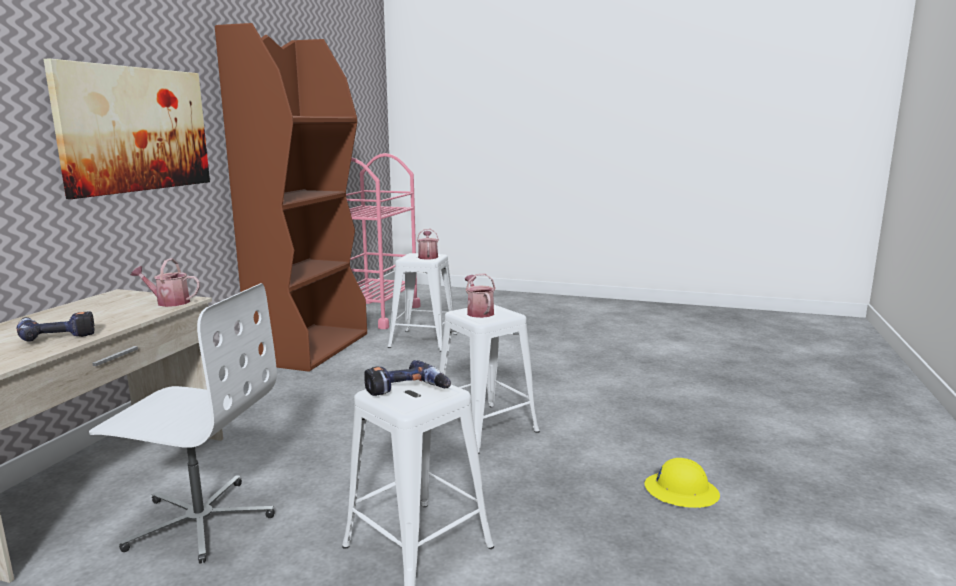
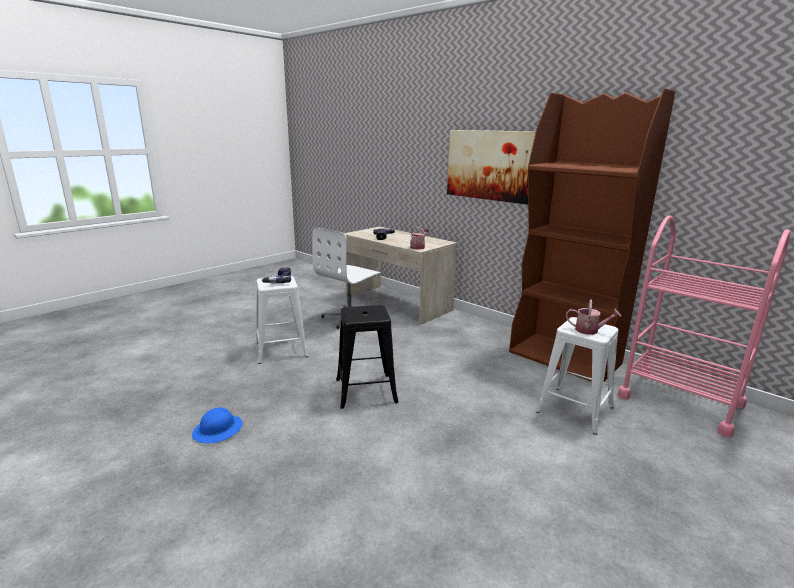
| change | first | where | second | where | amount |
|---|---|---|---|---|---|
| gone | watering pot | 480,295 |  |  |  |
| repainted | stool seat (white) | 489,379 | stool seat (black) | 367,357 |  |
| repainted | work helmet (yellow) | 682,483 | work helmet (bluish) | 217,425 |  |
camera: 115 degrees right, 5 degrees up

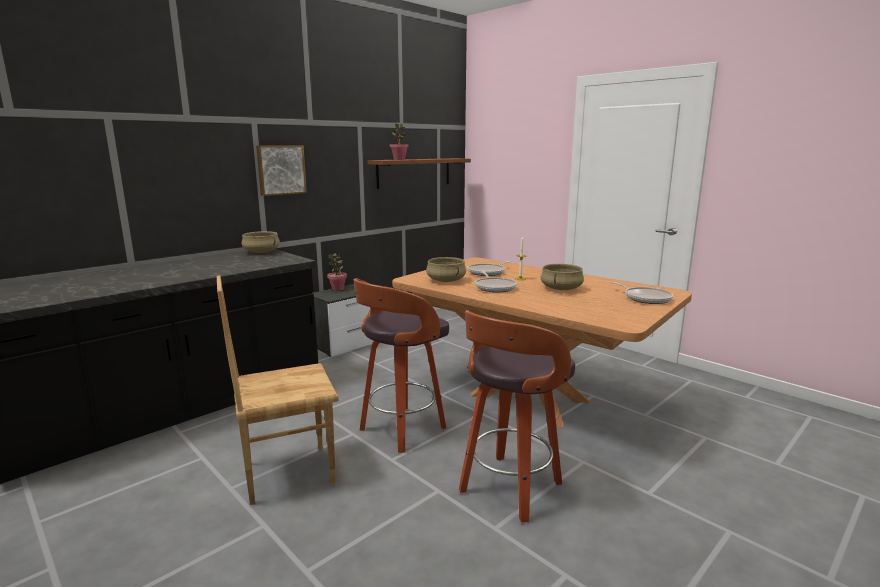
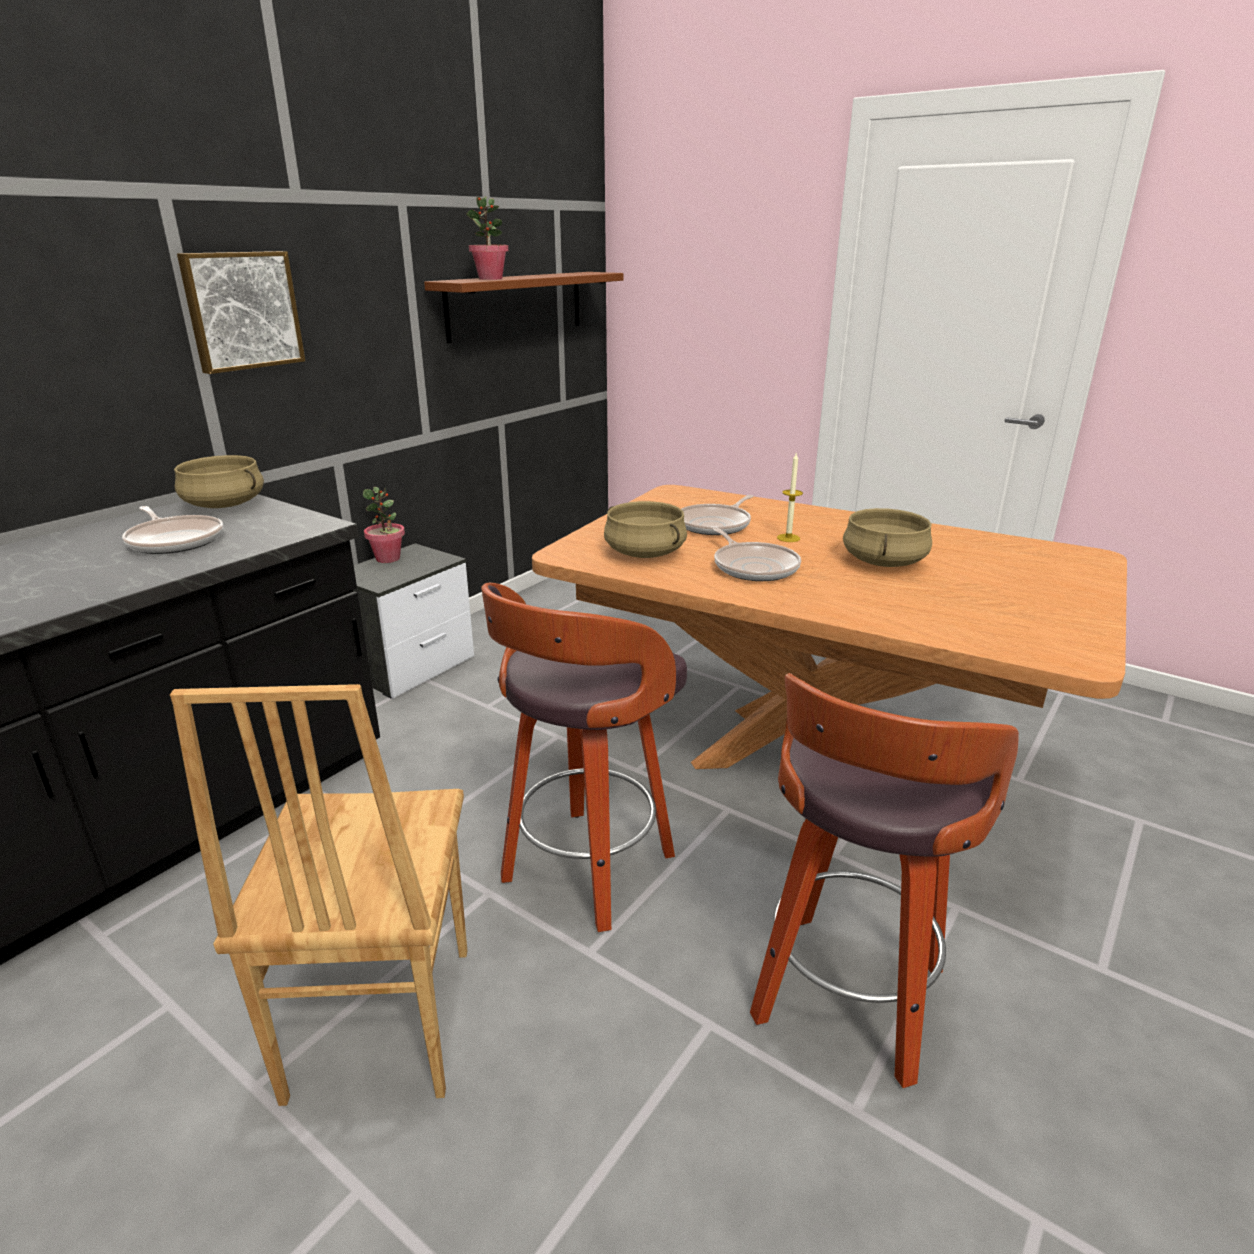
| change | first | where | second | where | amount |
|---|---|---|---|---|---|
| rotated | upright chair (brownish) | 278,390 |  | 318,895 | 60 degrees counterclockwise |
| shifted | skillet | 642,293 |  | 172,530 |  |
camera: 10 degrees left, 10 degrees up

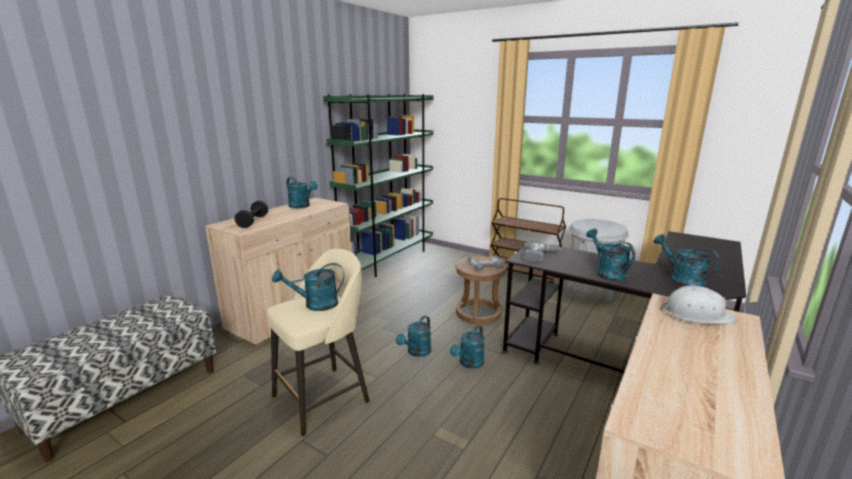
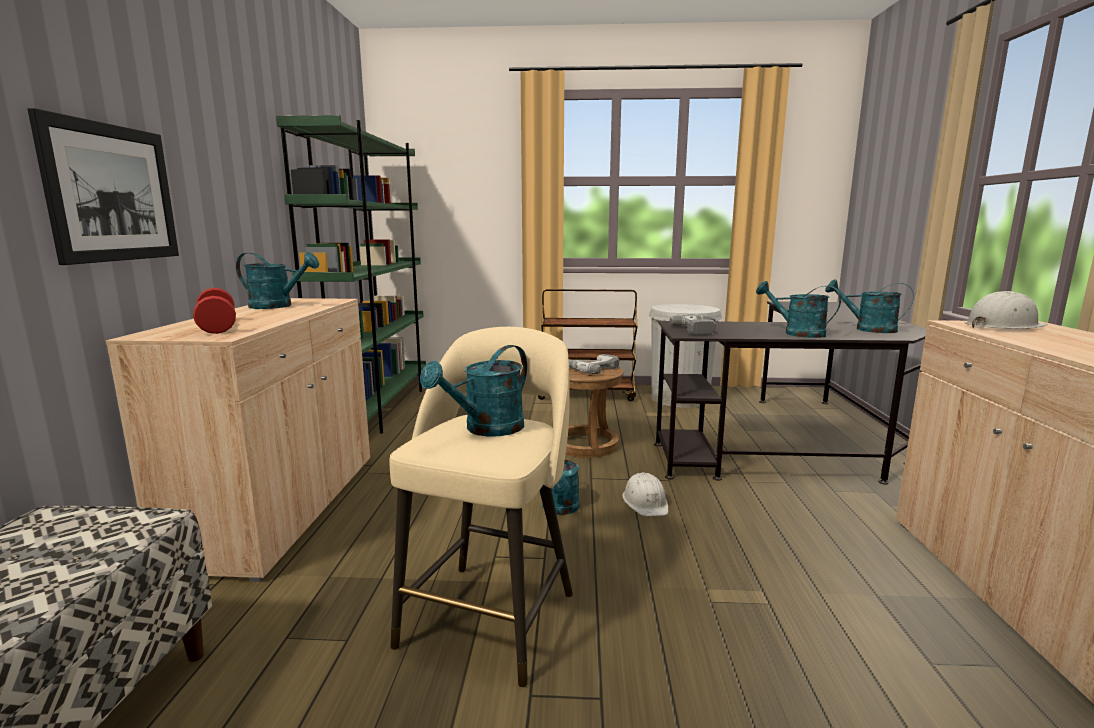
| change | first | where | second | where | amount |
|---|---|---|---|---|---|
| repainted | dumbbell (black) | 251,214 | dumbbell (red) | 214,311 |  |
| swapped | watering pot (turquoise) | 467,347 | work helmet (white) | 645,494 |  |
| new |  |  | wall art | 103,186 |  |
camera: 30 degrees left, 5 degrees down

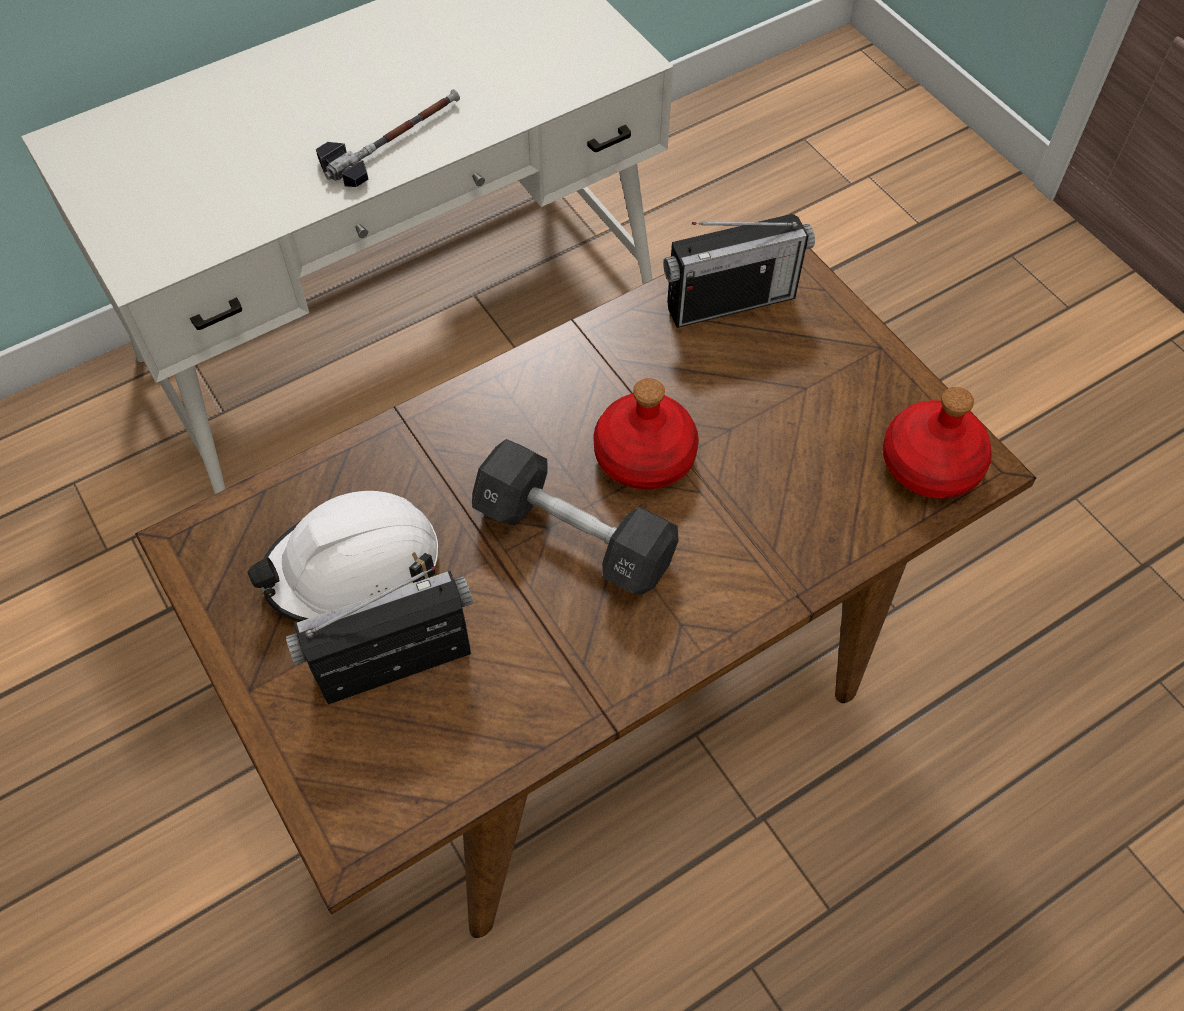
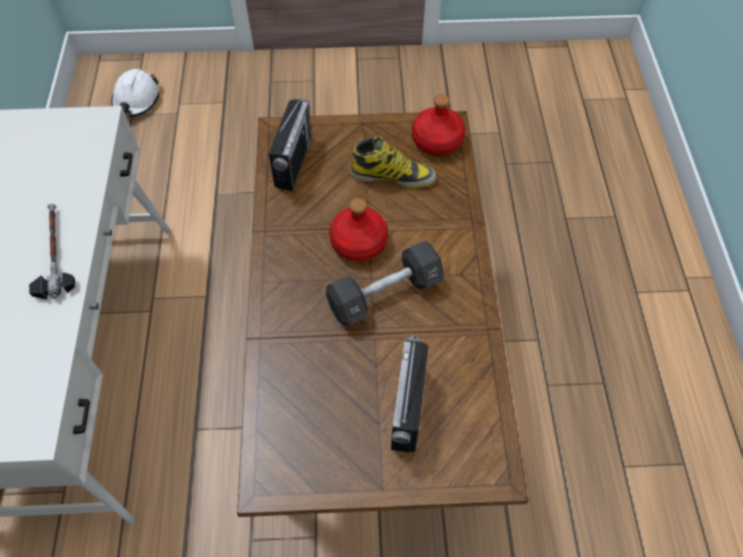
| change | first | where | second | where | amount |
|---|---|---|---|---|---|
| shifted | work helmet (white) | 343,556 |  | 136,93 |  |
| new |  |  | high-top boot | 393,162 |  |
camera: 60 degrees left, 0 degrees up

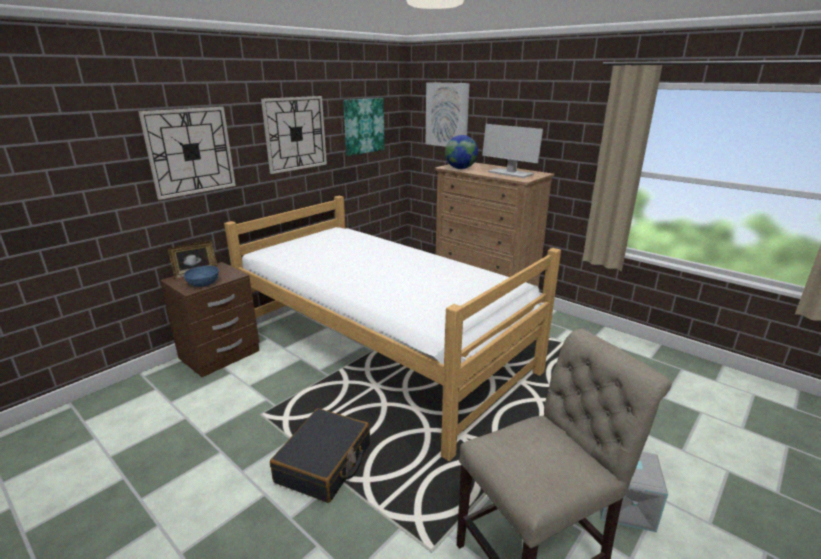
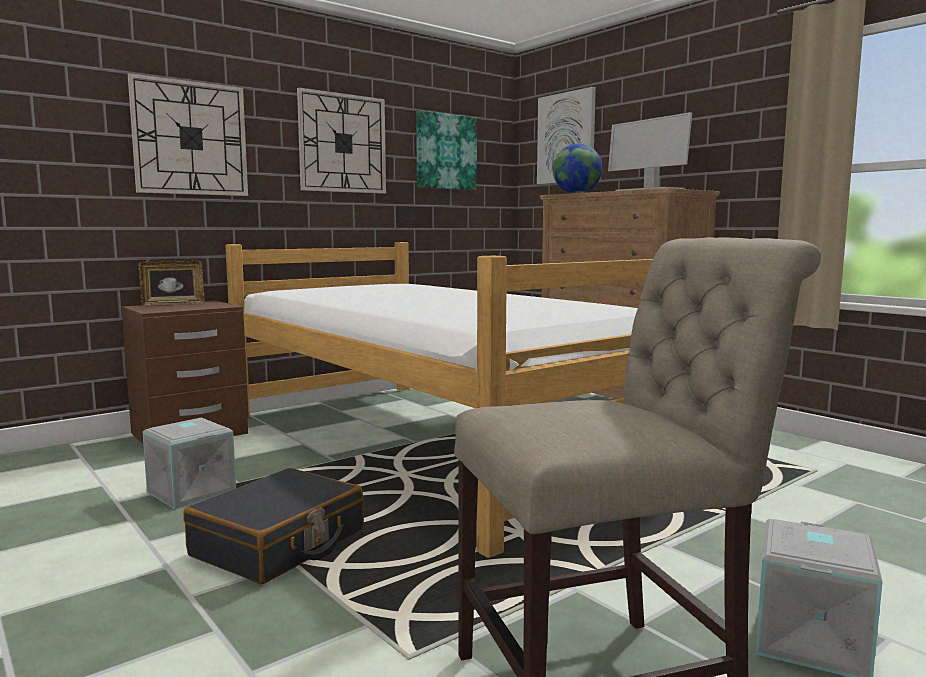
| change | first | where | second | where | amount |
|---|---|---|---|---|---|
| gone | bowl (bluish) | 201,276 |  |  |  |
| new |  |  | storage box (gray) | 189,463 |  |
camera: 10 degrees right, 15 degrees down

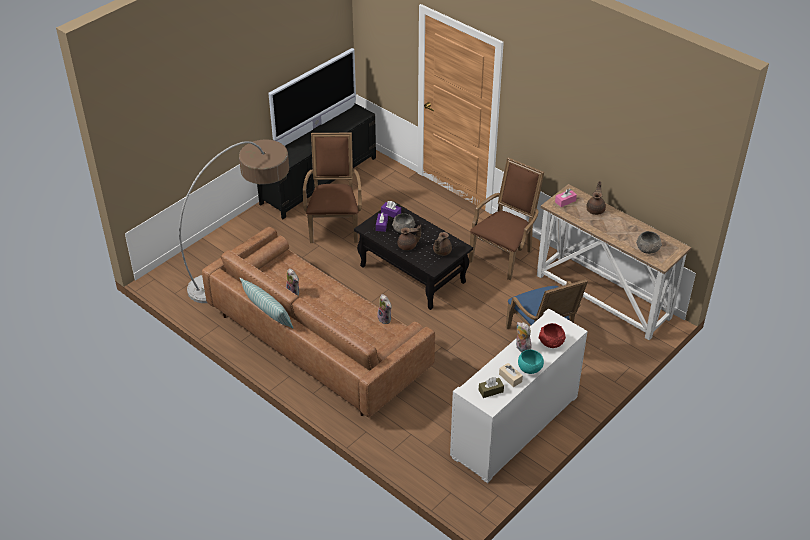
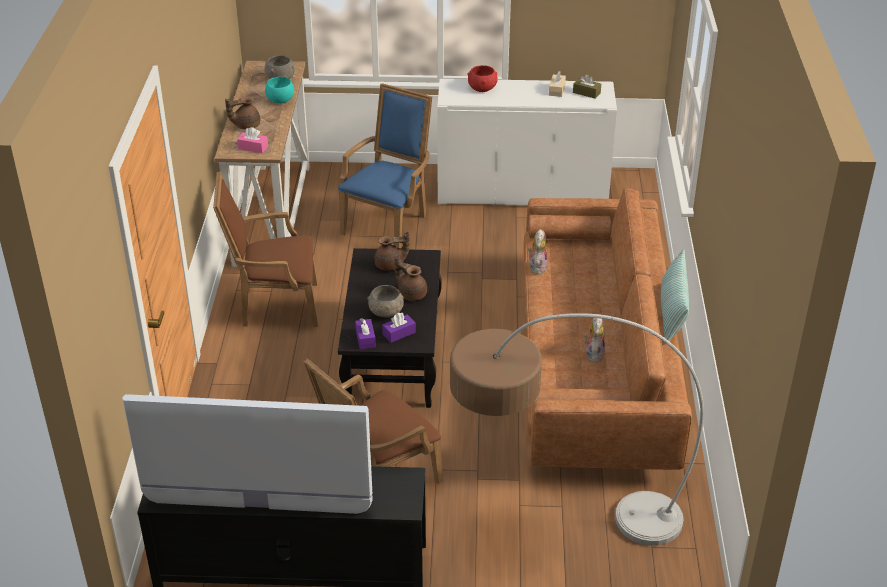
| change | first | where | second | where | amount |
|---|---|---|---|---|---|
| gone | plush toy | 524,337 |  |  |  |
| shifted | bowl (turquoise) | 531,361 |  | 279,90 |  |
camera: 130 degrees left, 5 degrees down

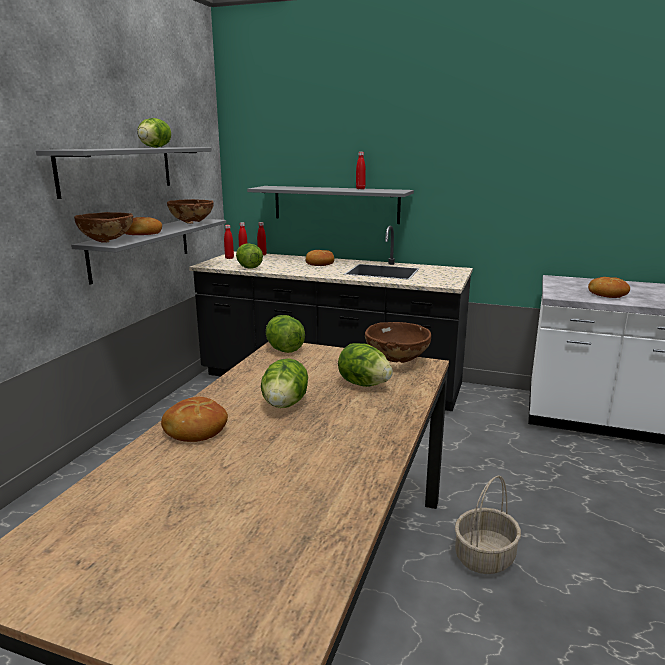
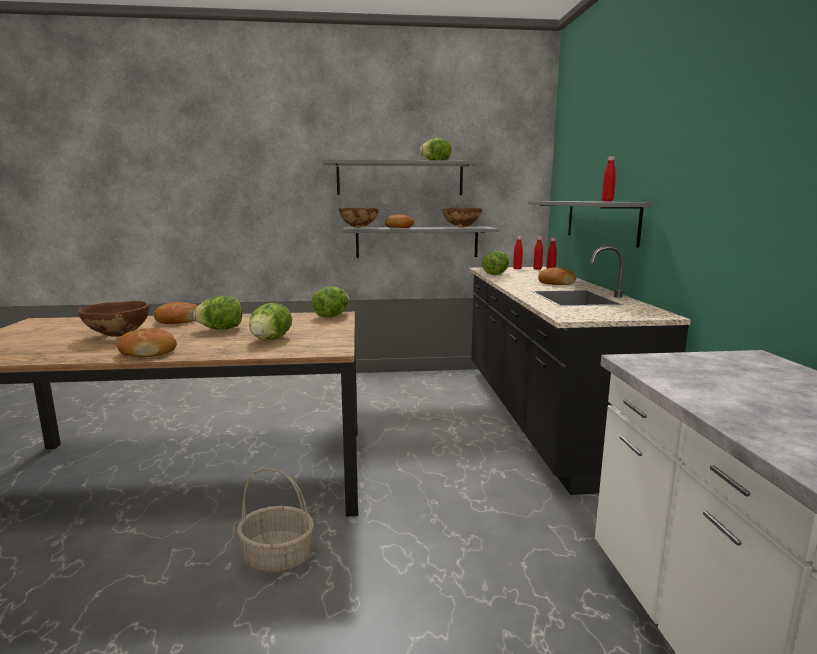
| change | first | where | second | where | amount |
|---|---|---|---|---|---|
| shifted | bakery bread | 609,287 |  | 147,342 |  |
| shifted | bowl (brownish) | 398,342 |  | 113,319 |  |
camera: 65 degrees right, 5 degrees down

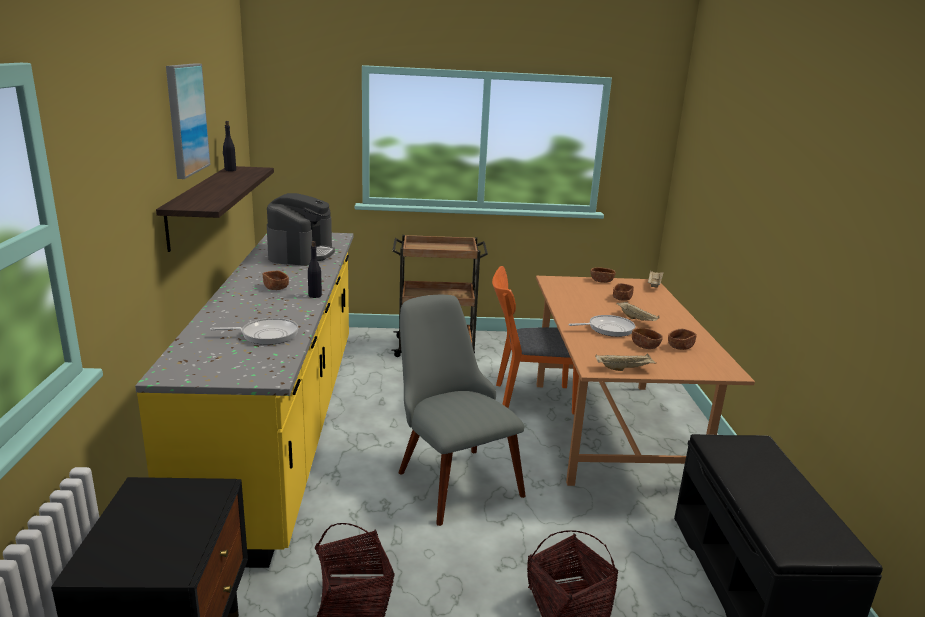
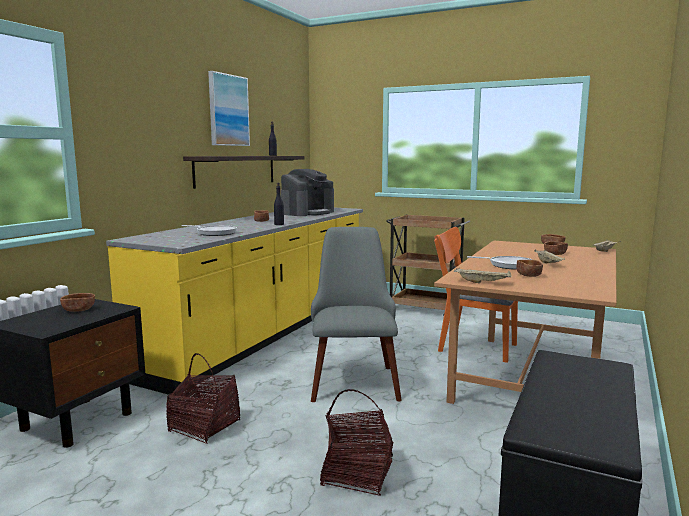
| change | first | where | second | where | amount |
|---|---|---|---|---|---|
| shifted | bowl (brownish) | 682,339 |  | 77,302 |  |
camera: 30 degrees right, 10 degrees down

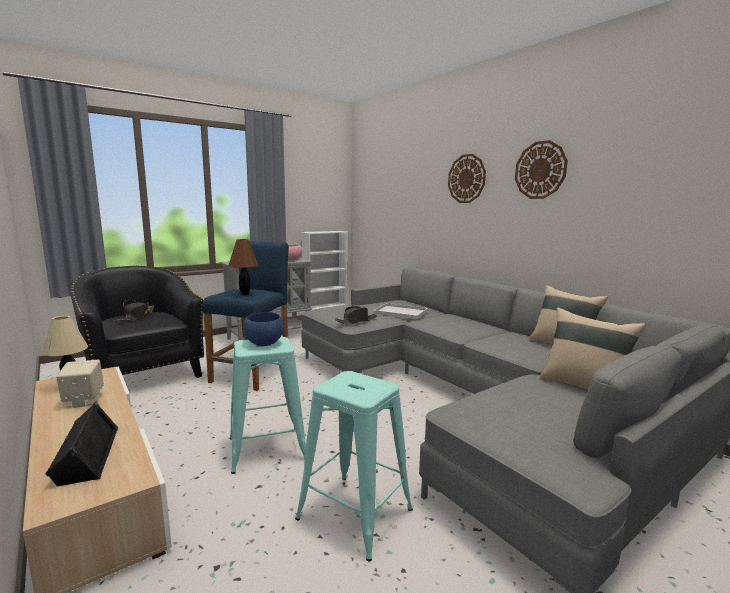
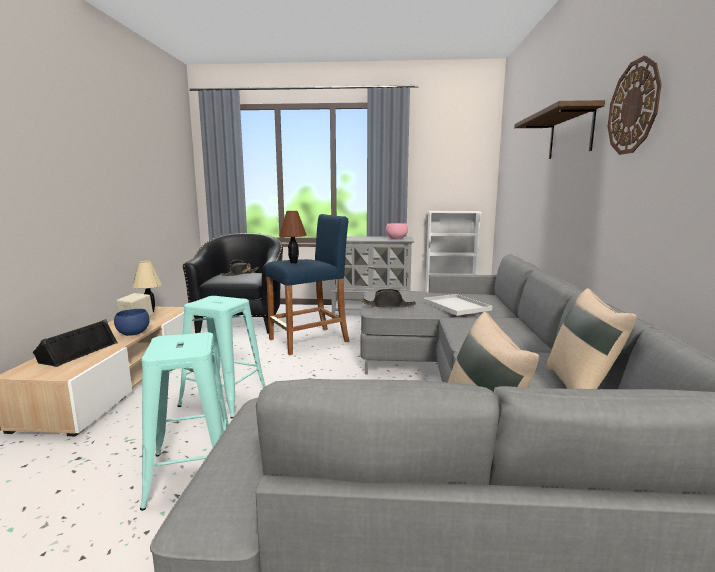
| change | first | where | second | where | amount |
|---|---|---|---|---|---|
| swapped | hanging clock | 467,178 | wall shelf | 559,129 |  |
| shifted | bowl (bluish) | 263,329 |  | 132,322 |  |
camera: 40 degrees right, 0 degrees up

